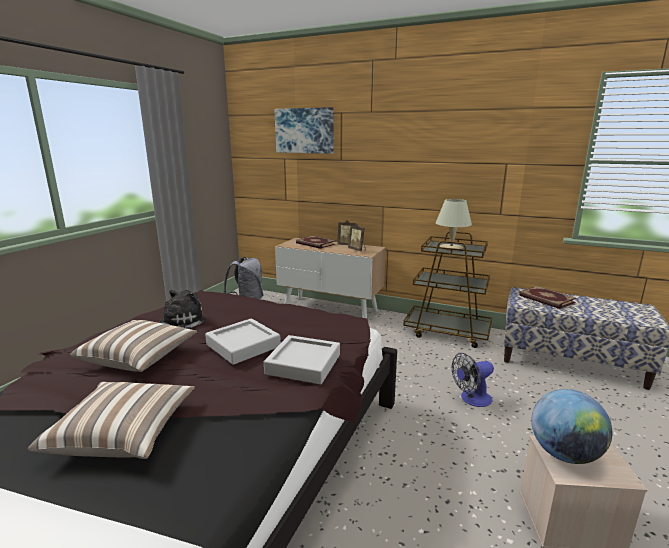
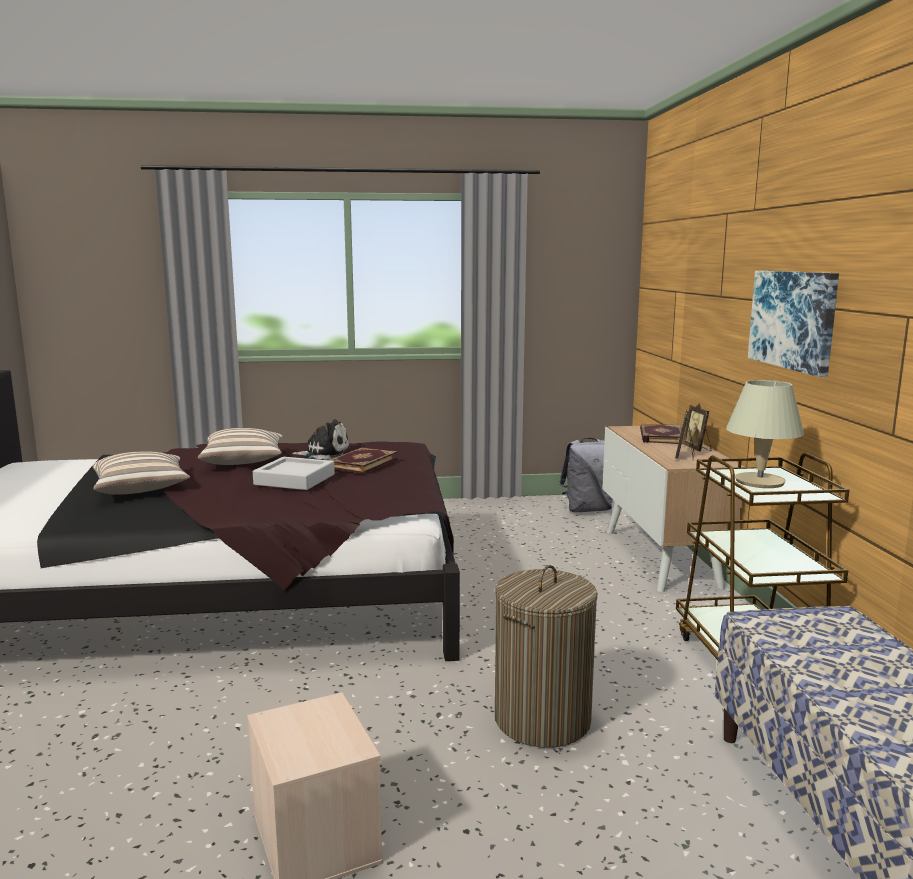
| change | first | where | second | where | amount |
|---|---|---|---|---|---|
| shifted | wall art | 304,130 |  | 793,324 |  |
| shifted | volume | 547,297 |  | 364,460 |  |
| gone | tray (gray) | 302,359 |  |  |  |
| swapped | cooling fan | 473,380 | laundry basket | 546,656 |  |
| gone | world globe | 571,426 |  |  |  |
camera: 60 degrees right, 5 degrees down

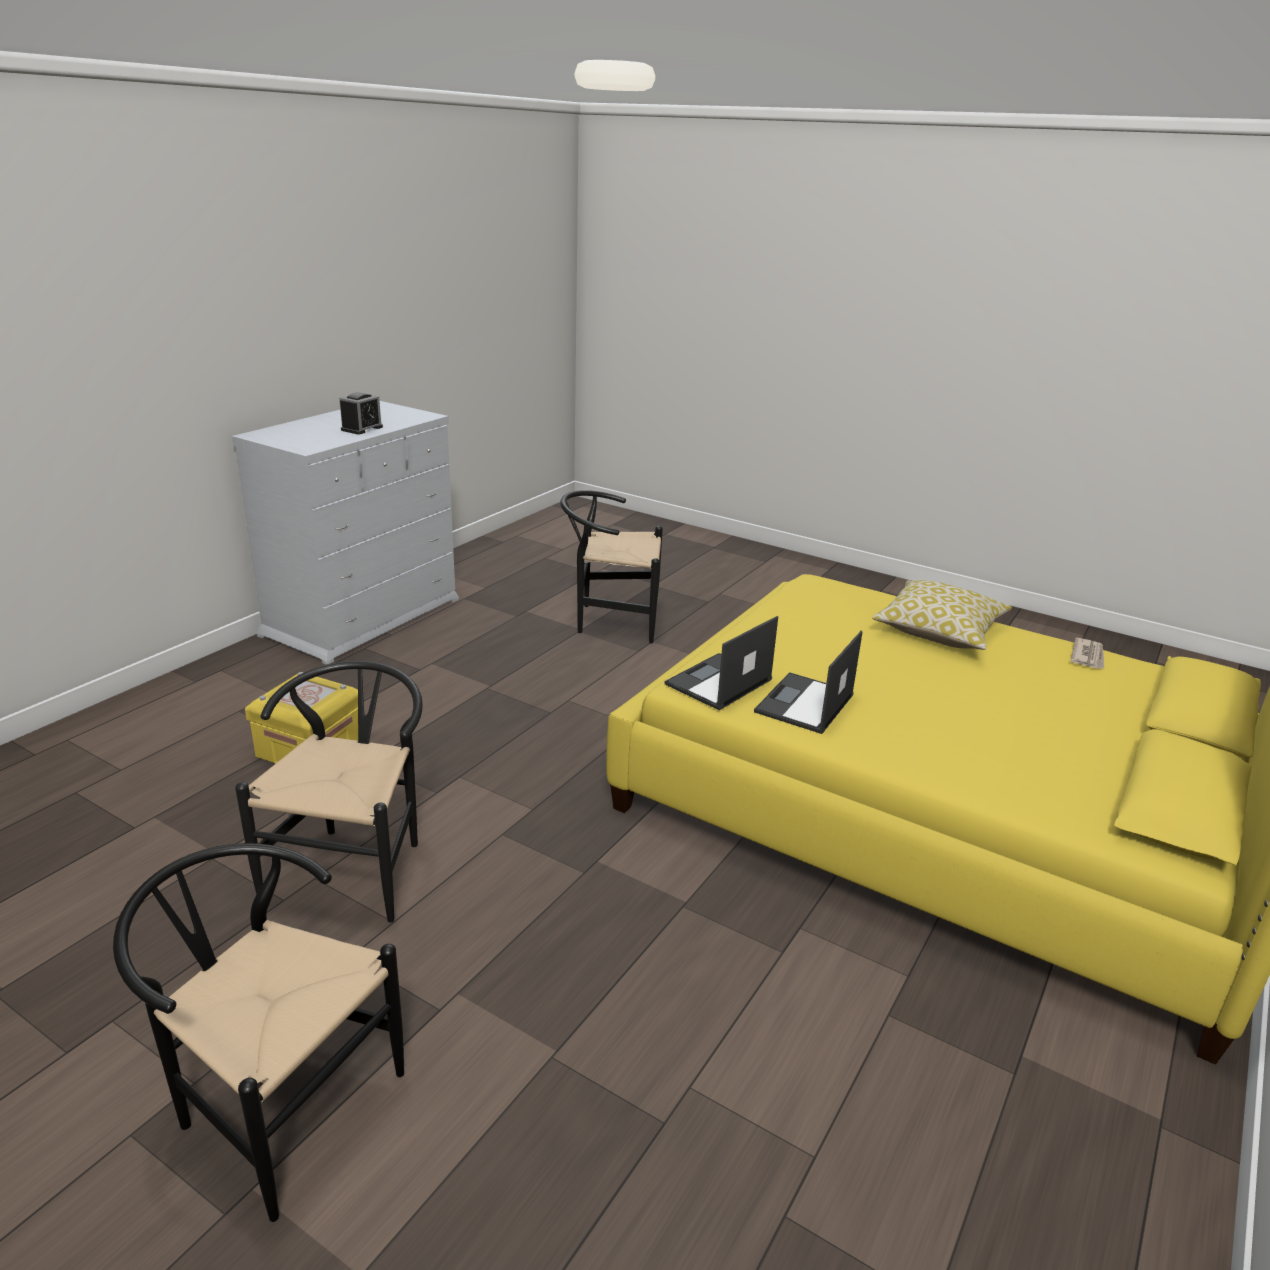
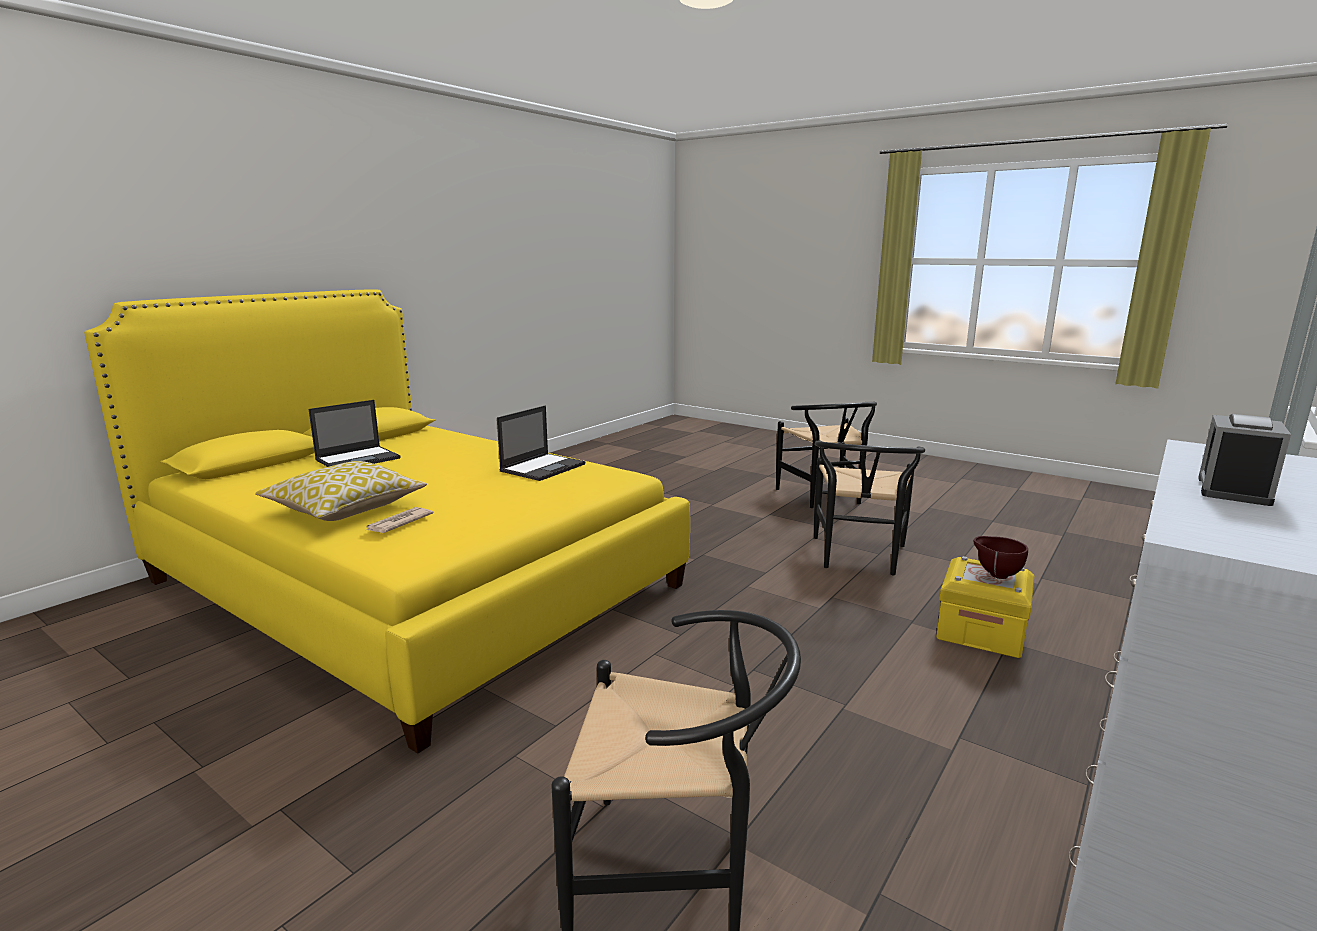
| change | first | where | second | where | amount |
|---|---|---|---|---|---|
| shifted | portable computer | 721,663 |  | 355,433 |  |
| shifted | daily paper | 1087,653 |  | 400,520 |  |
| rotated | upright chair (black) | 258,1032 |  | 826,455 | 45 degrees clockwise |
| new |  |  | bowl (brownish) | 1000,557 |  |
camera: 175 degrees left, 10 degrees down

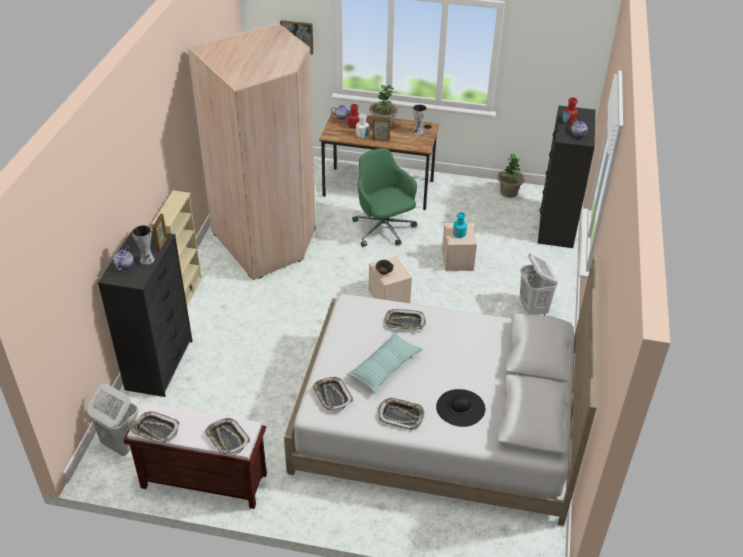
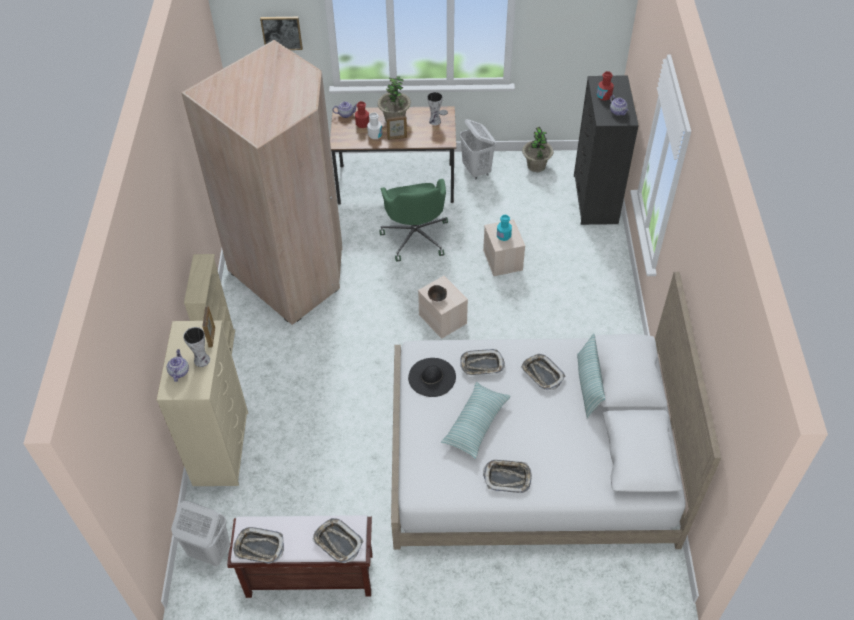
| change | first | where | second | where | amount |
|---|---|---|---|---|---|
| rotated | office chair (green) | 384,197 |  | 413,220 | 150 degrees counterclockwise |
| repainted | dresser (black) | 145,313 | dresser (beige) | 202,403 |  |
| shifted | laundry basket (white) | 538,284 |  | 478,149 |  |
| shifted | tray | 332,394 |  | 543,372 |  |
| shifted | wearable hat (black) | 460,408 |  | 432,377 |  |
| new |  |  | throw pillow | 591,376 |  |
camera: 10 degrees left, 10 degrees up

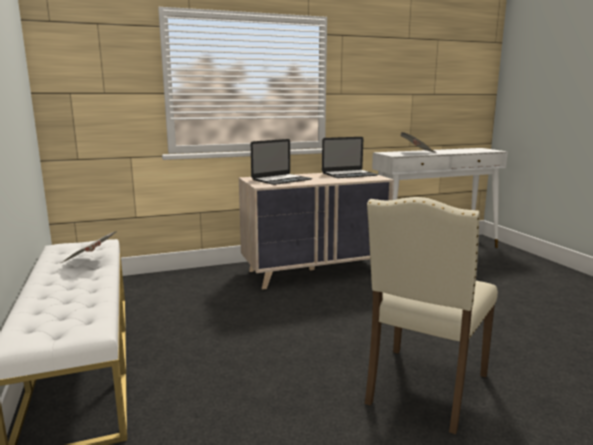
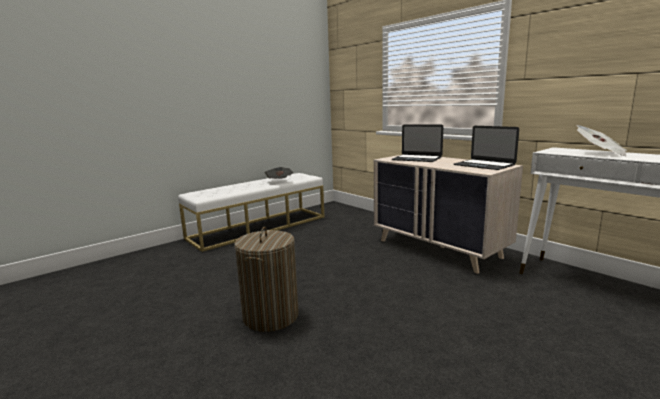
| change | first | where | second | where | amount |
|---|---|---|---|---|---|
| swapped | upright chair (beige) | 431,315 | laundry basket | 267,279 |  |
camera: 70 degrees right, 0 degrees up

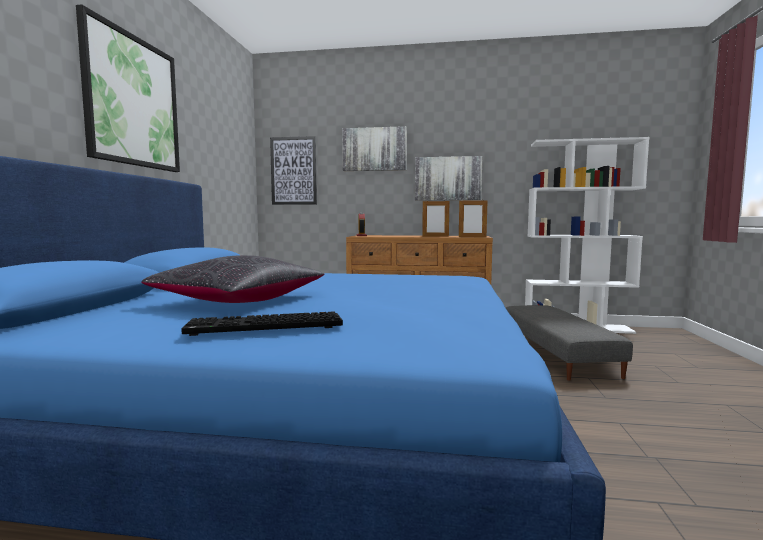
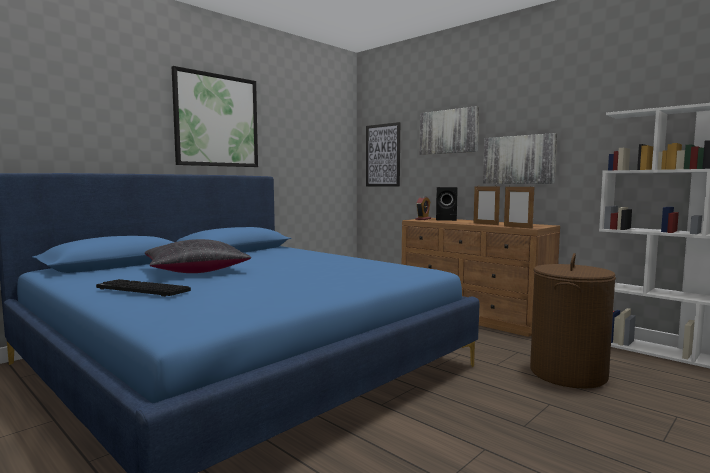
| change | first | where | second | where | amount |
|---|---|---|---|---|---|
| swapped | footrest (gray) | 569,343 | laundry basket (brownish) | 573,321 |  |
| new |  |  | speaker (black) | 447,204 |  |
camera: 35 degrees right, 0 degrees up

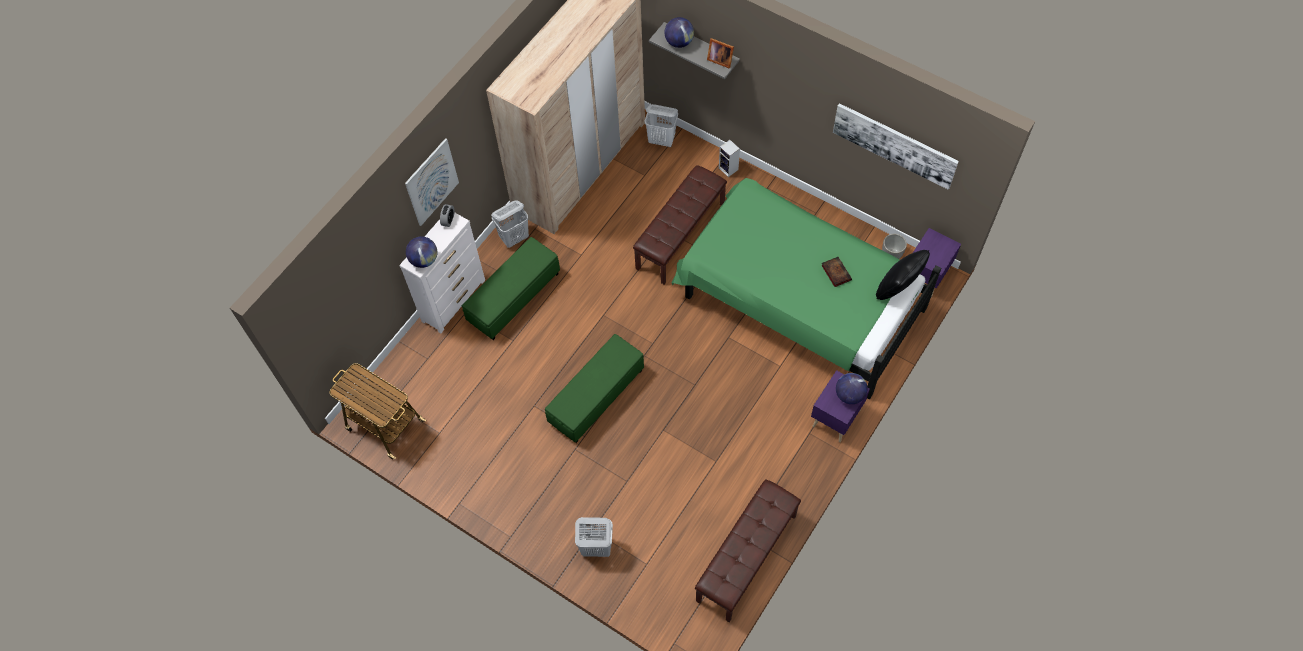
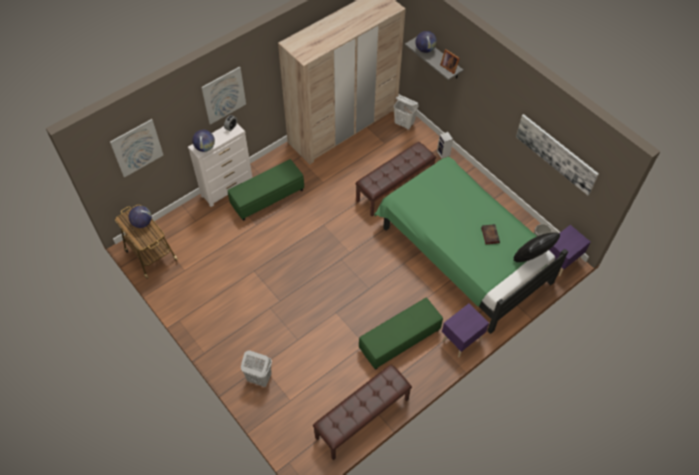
| change | first | where | second | where | amount |
|---|---|---|---|---|---|
| gone | laundry basket (white) | 510,224 |  |  |  |
| shifted | footrest (green) | 594,388 |  | 401,334 |  |
| shifted | world globe | 852,388 |  | 140,217 |  |
| new |  |  | wall art | 136,148 |  |
camera: 15 degrees right, 5 degrees down

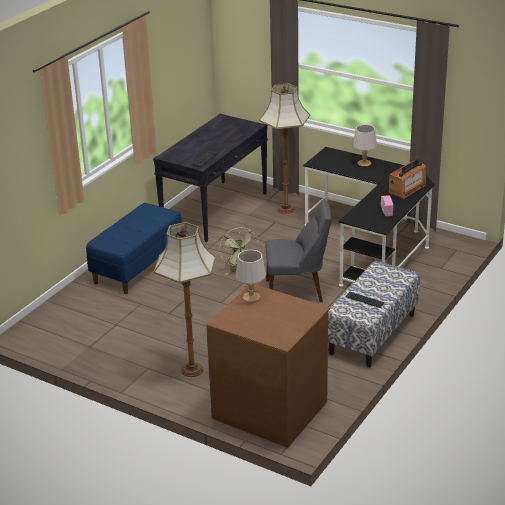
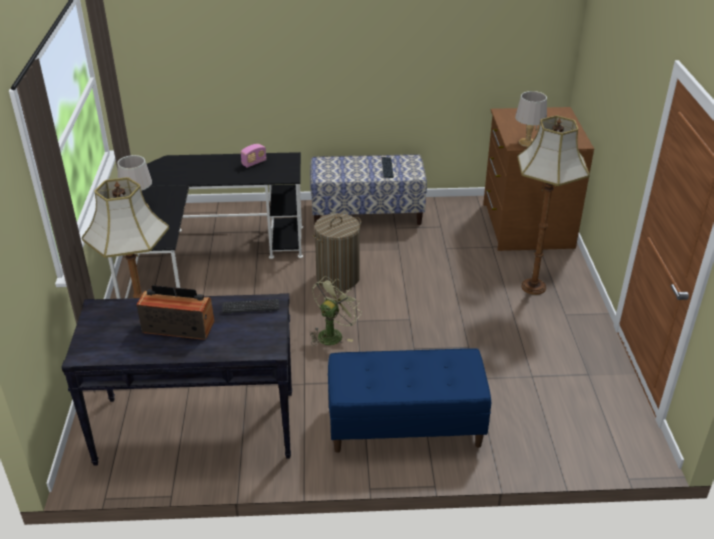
| change | first | where | second | where | amount |
|---|---|---|---|---|---|
| shifted | radio | 407,179 |  | 175,312 |  |
| swapped | upright chair (gray) | 298,251 | laundry basket | 336,252 |  |
camera: 125 degrees left, 5 degrees up

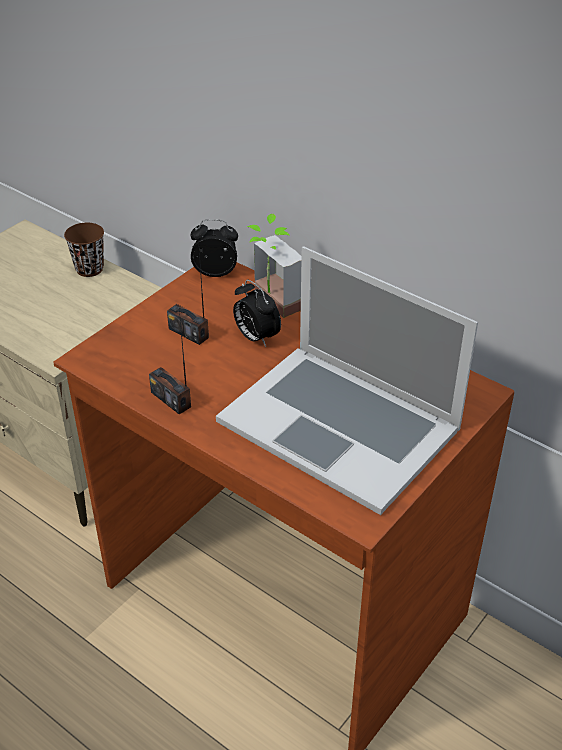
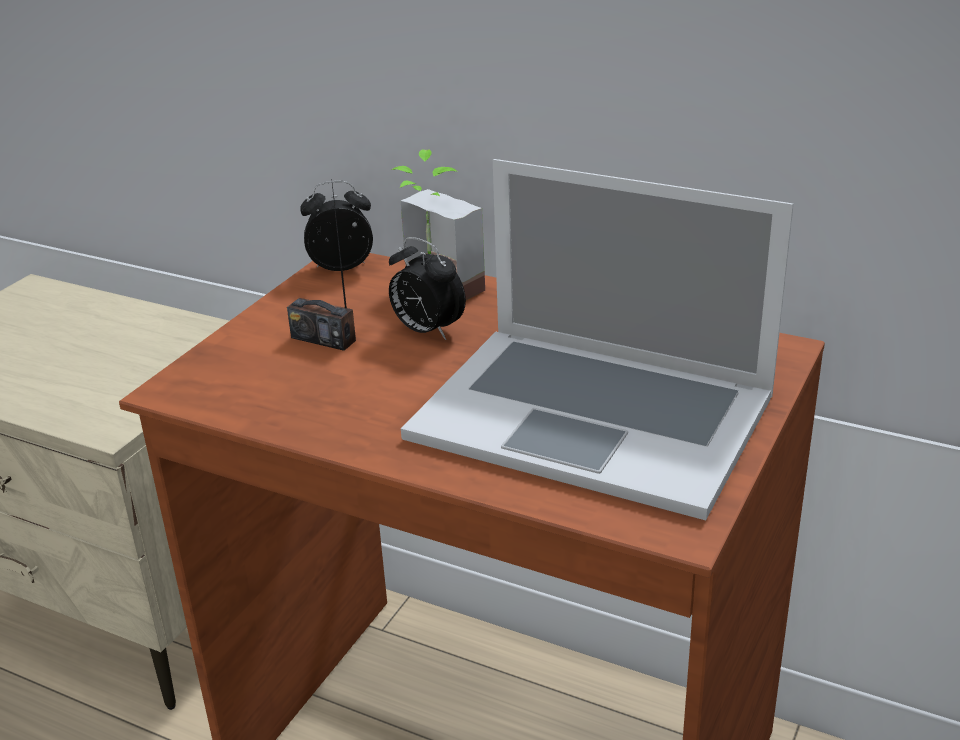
| change | first | where | second | where | amount |
|---|---|---|---|---|---|
| gone | cup (brownish) | 84,250 |  |  |  |
| gone | radio | 170,362 |  |  |  |
camera: 10 degrees left, 10 degrees down

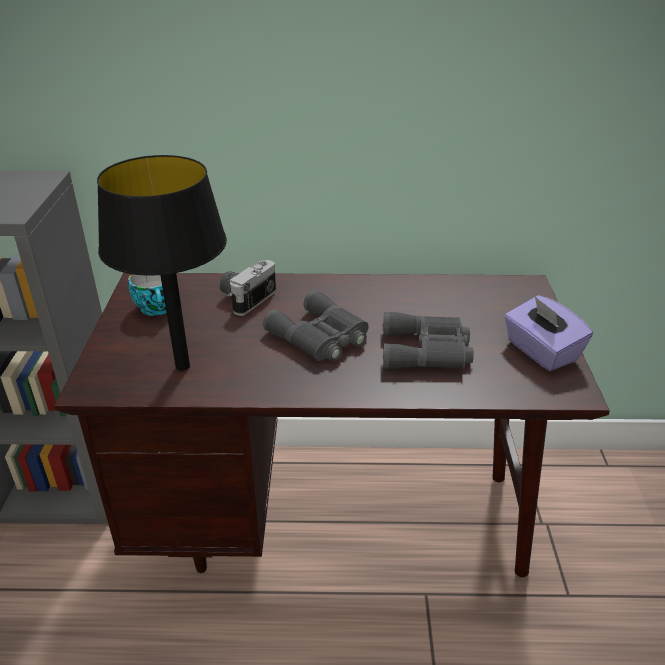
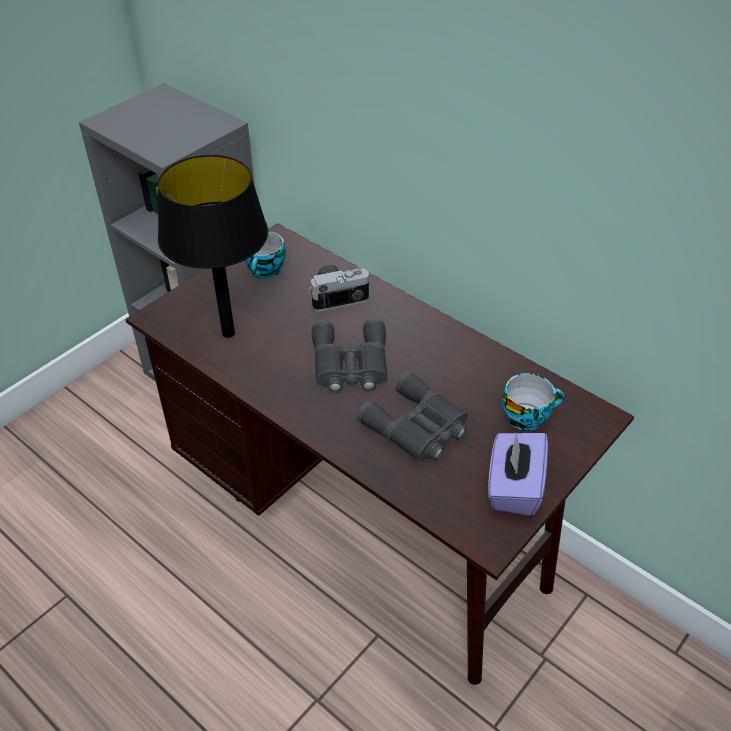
| change | first | where | second | where | amount |
|---|---|---|---|---|---|
| new |  |  | cup | 533,402 |  |
camera: 40 degrees right, 10 degrees up

